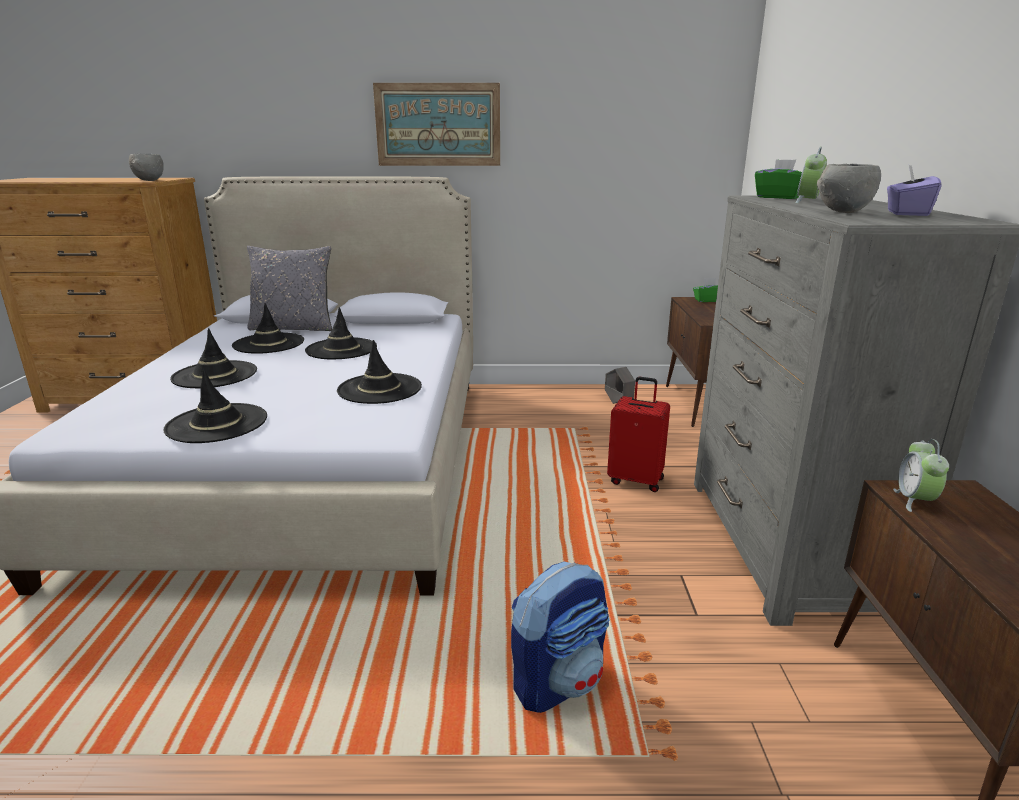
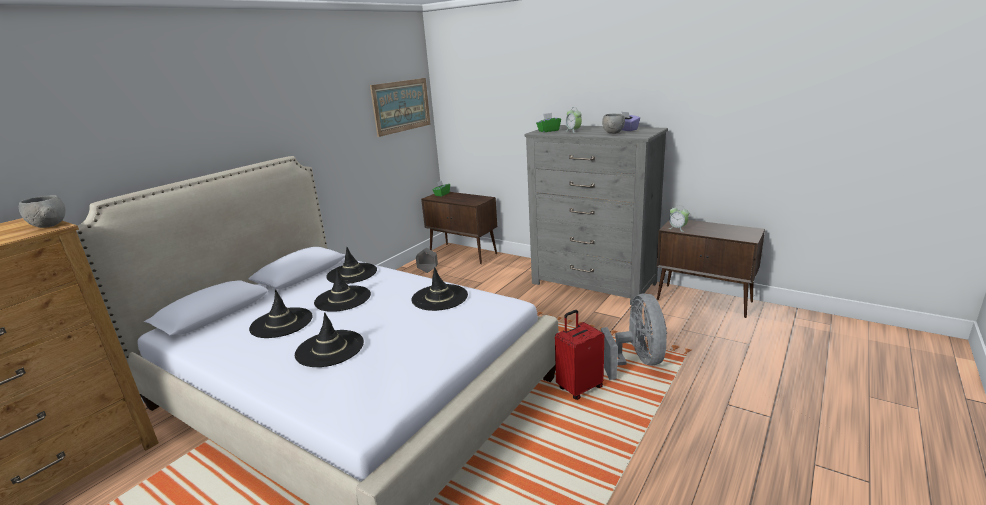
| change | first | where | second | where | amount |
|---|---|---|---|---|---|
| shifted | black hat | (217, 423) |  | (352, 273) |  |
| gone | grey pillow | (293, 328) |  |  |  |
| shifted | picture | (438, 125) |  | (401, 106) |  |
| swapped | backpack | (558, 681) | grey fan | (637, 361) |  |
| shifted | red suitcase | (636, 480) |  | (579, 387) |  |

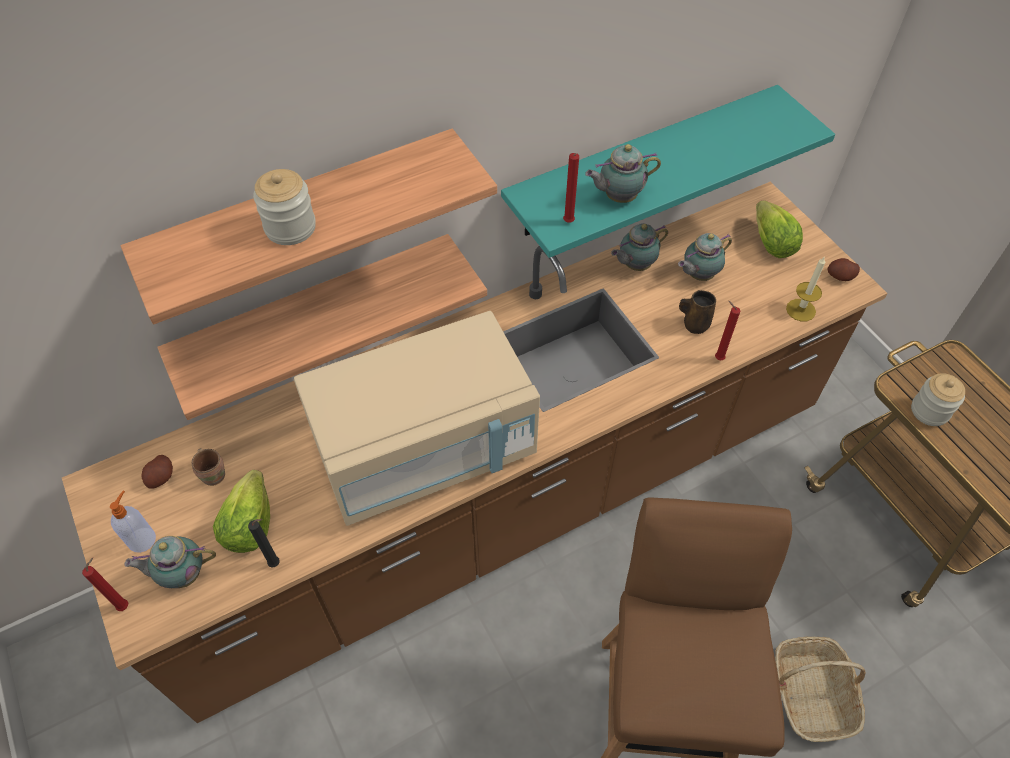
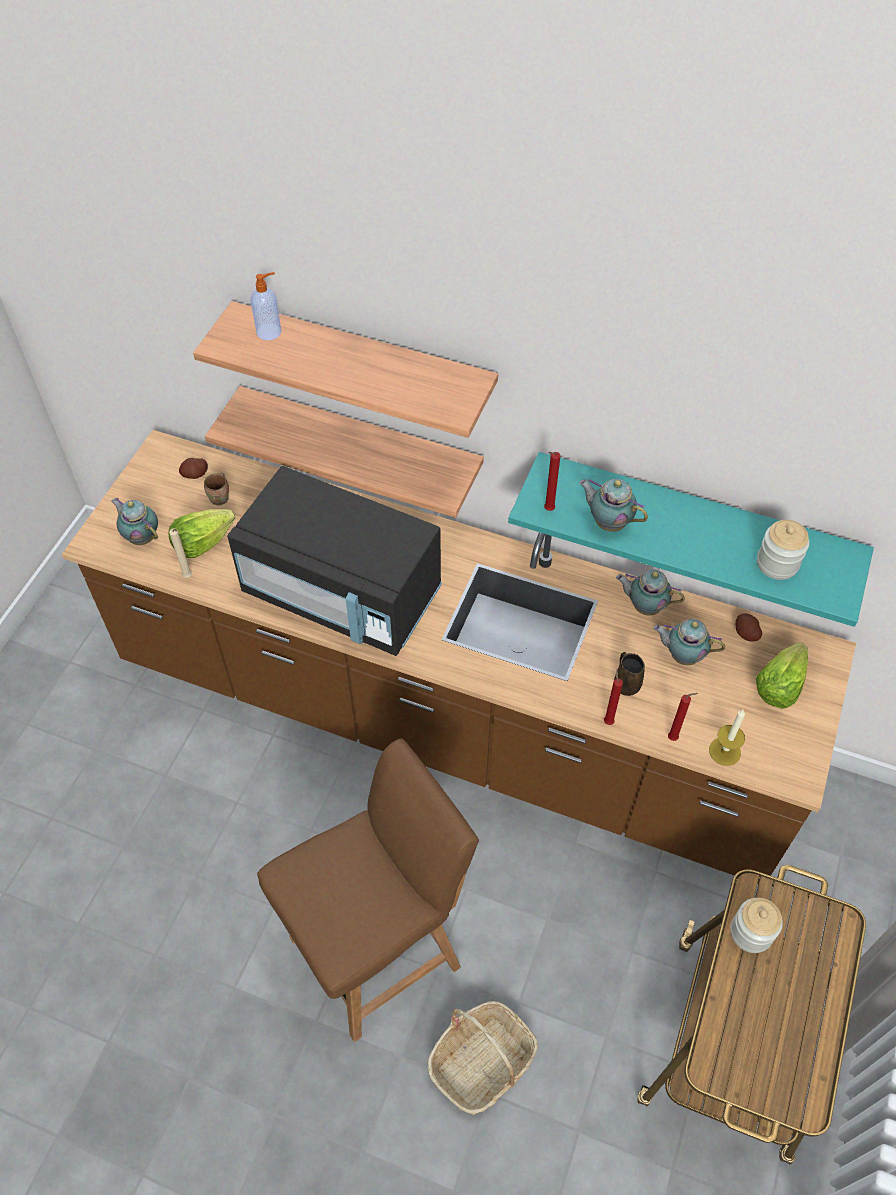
| change | first | where | second | where | amount |
|---|---|---|---|---|---|
| shifted | red candle | (125, 605) |  | (674, 738) |  |
| shifted | soap dispenser | (142, 539) |  | (270, 331) |  |
| repainted | black candle | (276, 563) | beige candle | (188, 577) |  |
| shifted | jar | (290, 227) |  | (777, 563) |  |
| repainted | beige microwave | (426, 450) | black microwave | (343, 594) |  |
| shifted | potato | (840, 276) |  | (746, 633) |  |

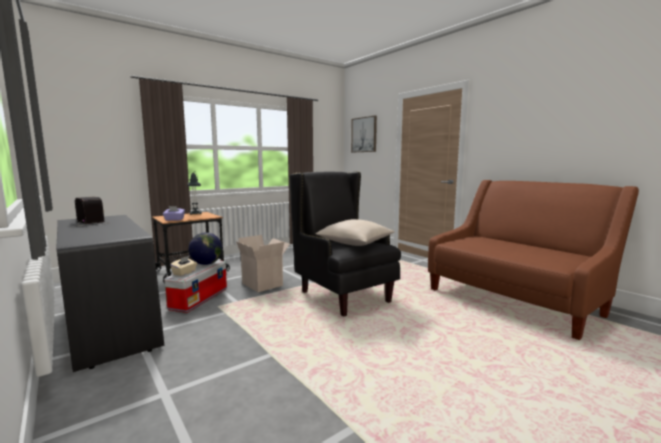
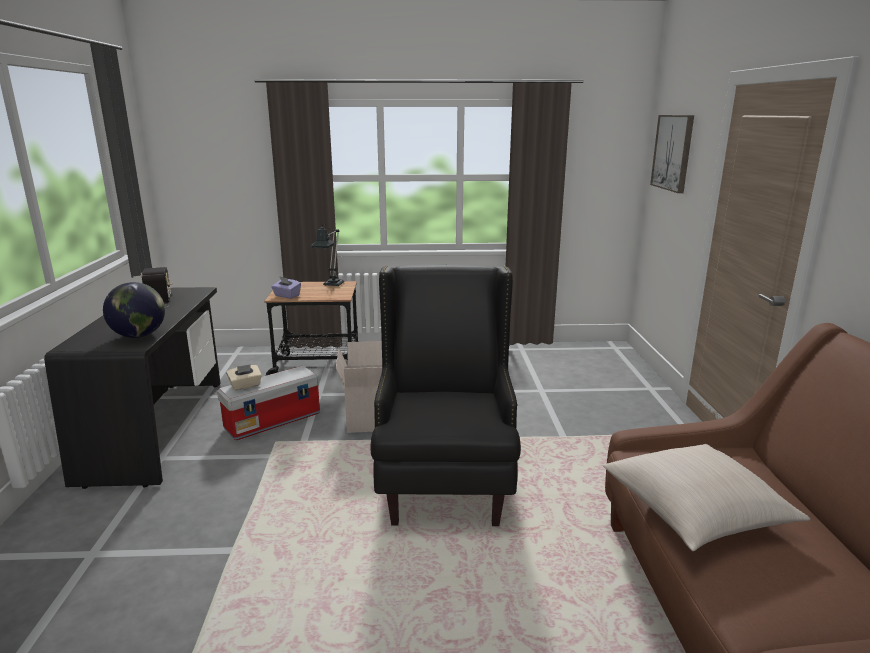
| change | first | where | second | where | amount |
|---|---|---|---|---|---|
| shifted | globe | (206, 264) |  | (139, 336) |  |
| shifted | beige pillow | (355, 243) |  | (695, 512) |  |

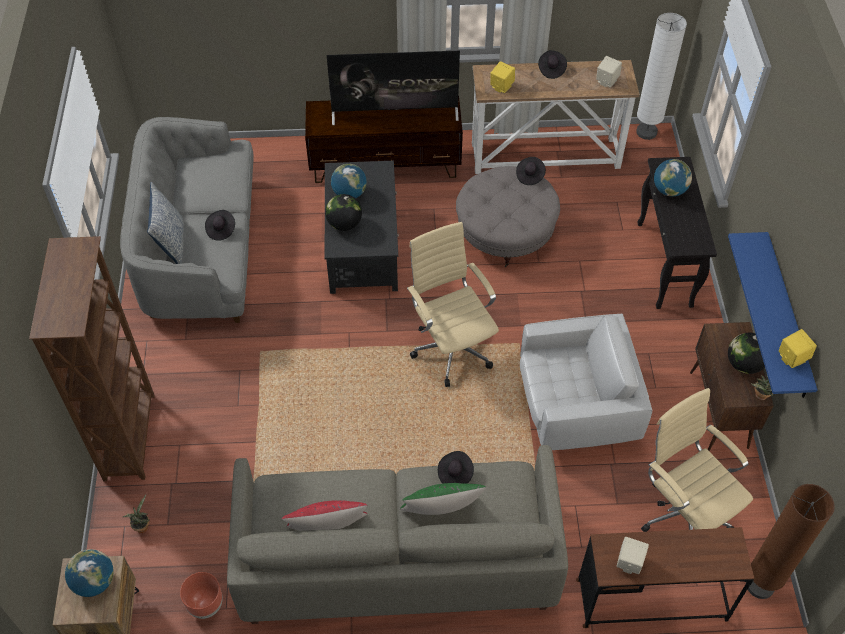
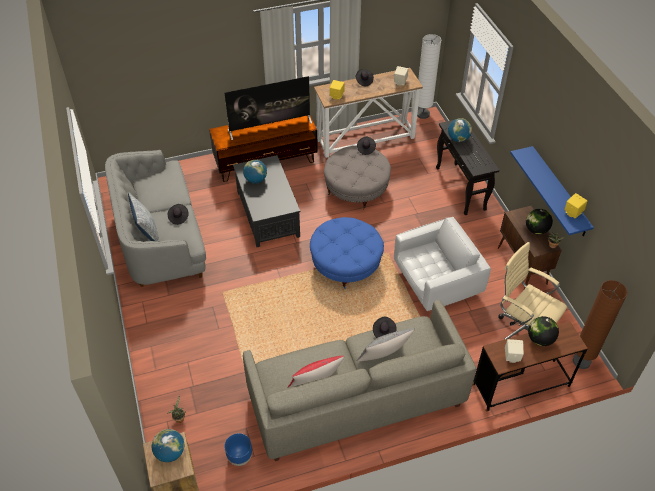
| change | first | where | second | where | amount |
|---|---|---|---|---|---|
| gone | brown bookcase | (130, 436) |  |  |  |
| repainted | brown planter | (205, 605) | blue planter | (240, 457) |  |
| shifted | globe | (344, 224) |  | (540, 339) |  |
| repainted | green pillow | (441, 514) | grey pillow | (383, 358) |  |
| swapped | beige office chair | (451, 348) | blue ottoman | (346, 264) |  |

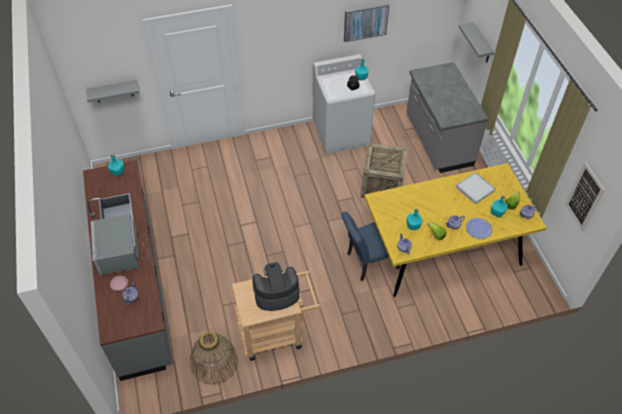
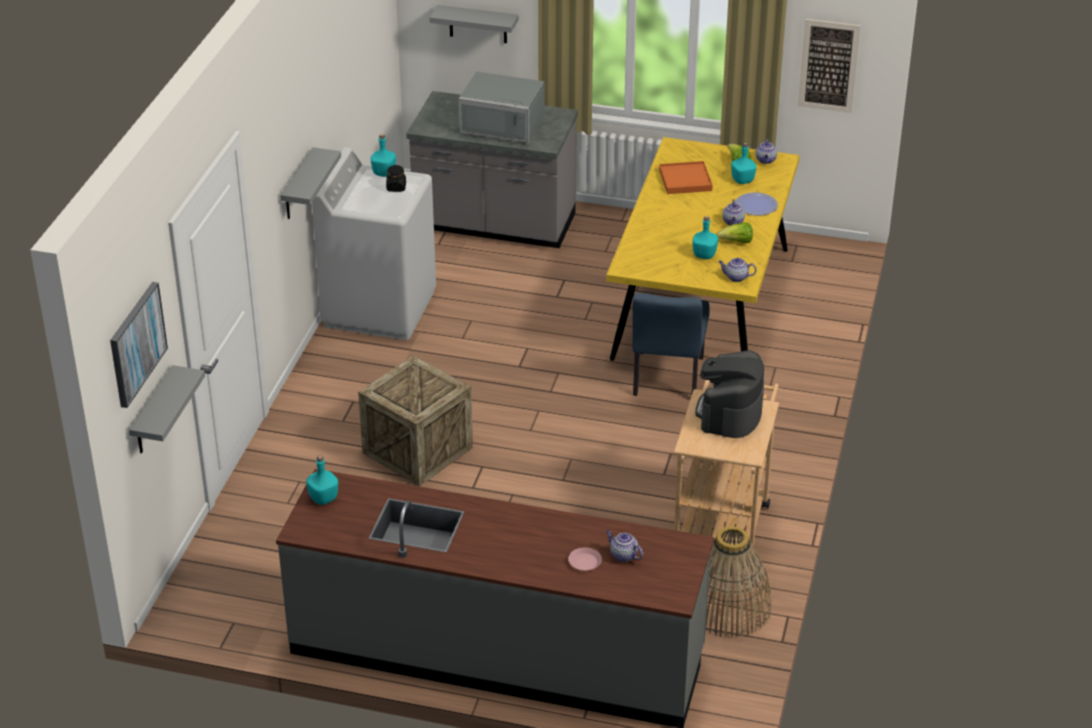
| change | first | where | second | where | amount |
|---|---|---|---|---|---|
| shifted | grey microwave | (122, 252) |  | (504, 123) |  |
| shifted | picture | (365, 22) |  | (136, 343) |  |
| shifted | crate | (382, 185) |  | (417, 450) |  |
| repainted | white tray | (475, 189) | orange tray | (685, 180) |  |
| new |  |  | grey shelf | (297, 186) |  |

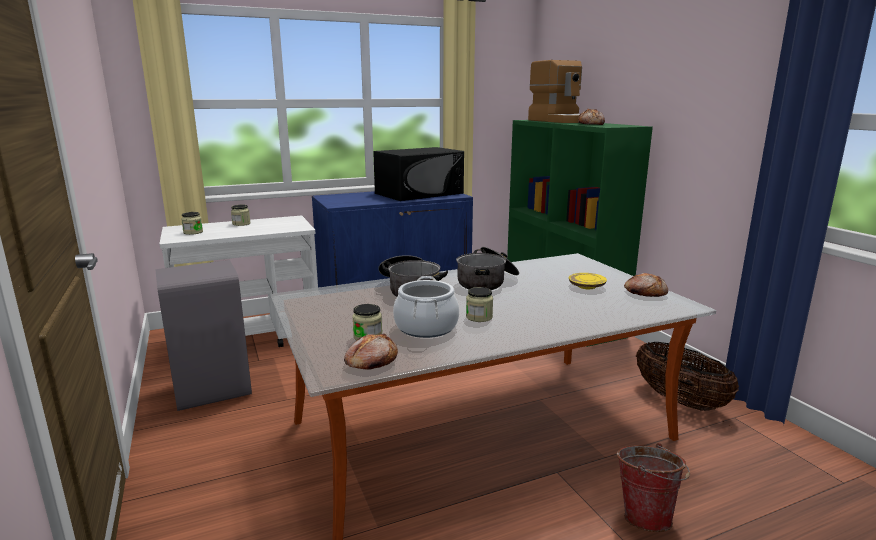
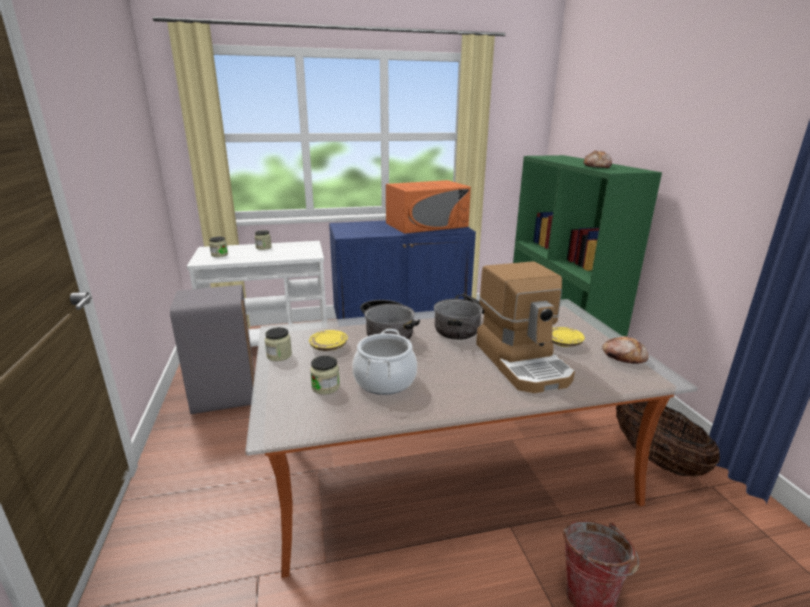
| change | first | where | second | where | amount |
|---|---|---|---|---|---|
| gone | bread | (371, 361) |  |  |  |
| repainted | black microwave | (419, 193) | orange microwave | (427, 225) |  |
| shifted | jar | (479, 317) |  | (279, 355) |  |
| shifted | coffee machine | (561, 121) |  | (523, 362) |  |
| new |  |  | yellow plate | (329, 346) |  |

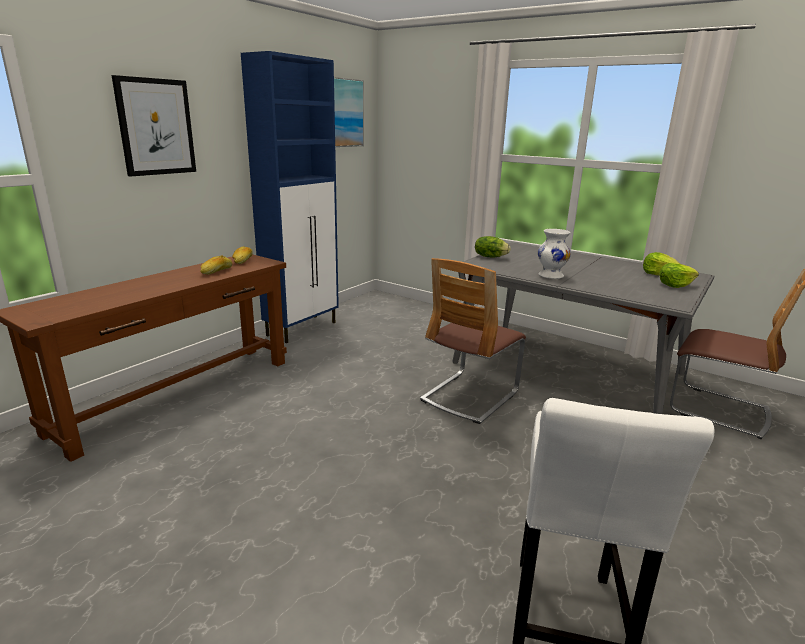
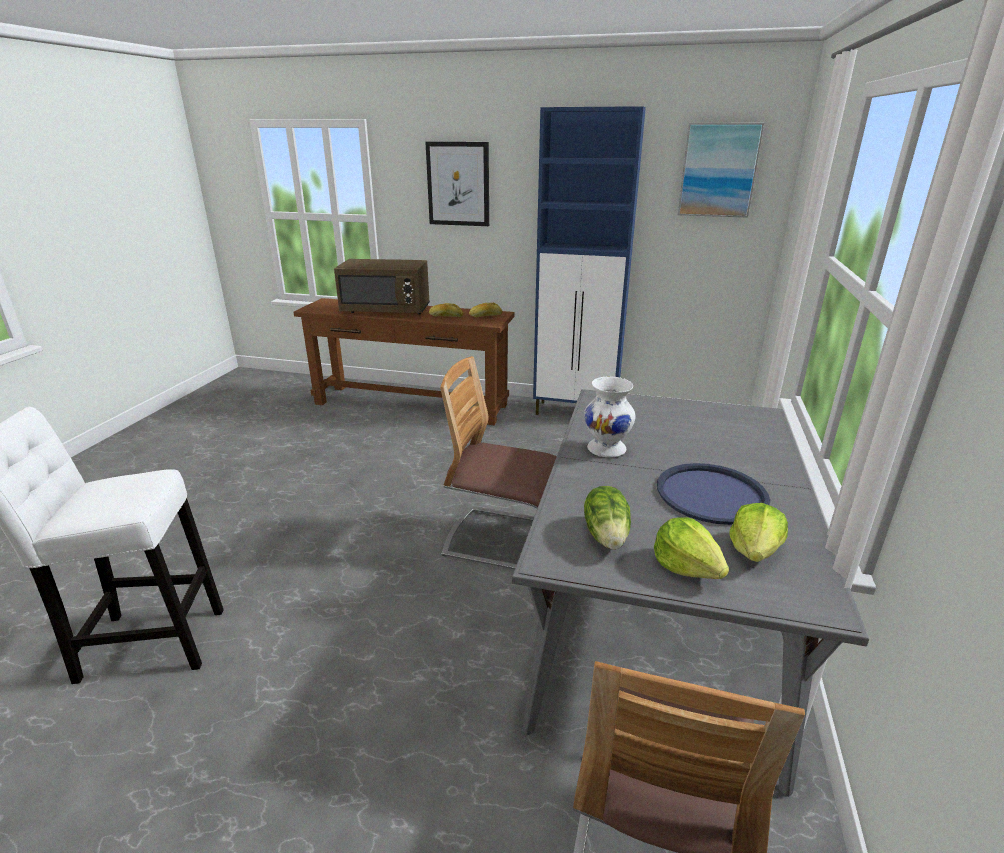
| change | first | where | second | where | amount |
|---|---|---|---|---|---|
| shifted | lettuce | (490, 257) |  | (607, 535) |  |
| new |  |  | brown microwave | (386, 310) |  |
| new |  |  | blue tray | (711, 494) |  |

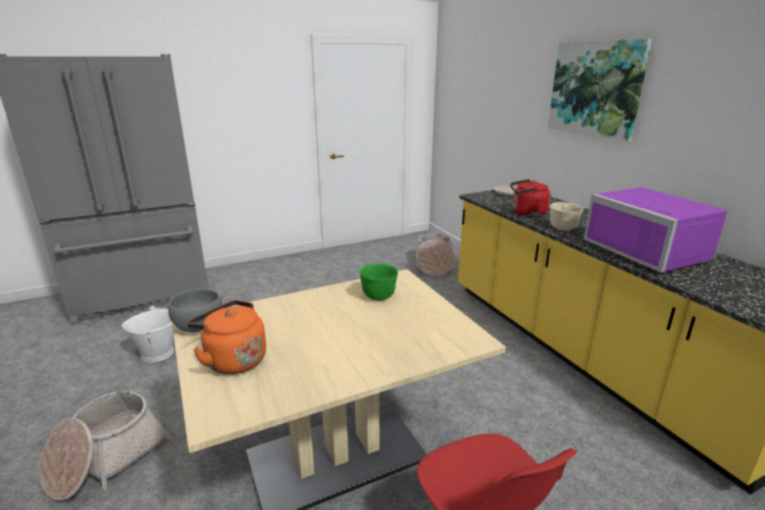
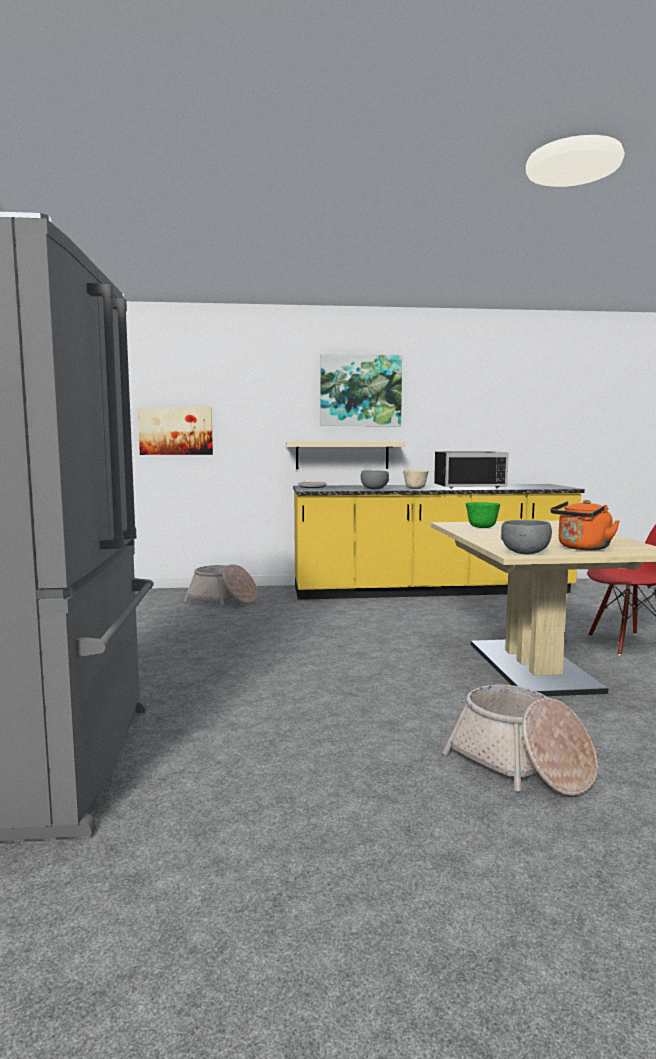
| change | first | where | second | where | amount |
|---|---|---|---|---|---|
| gone | white bucket | (157, 353) |  |  |  |
| swapped | red kettle | (526, 214) | grey bowl | (374, 489) |  |
| repainted | purple microwave | (650, 251) | black microwave | (468, 486) |  |
| new |  |  | picture | (176, 431) |  |
| new |  |  | beige shelf | (342, 455) |  |

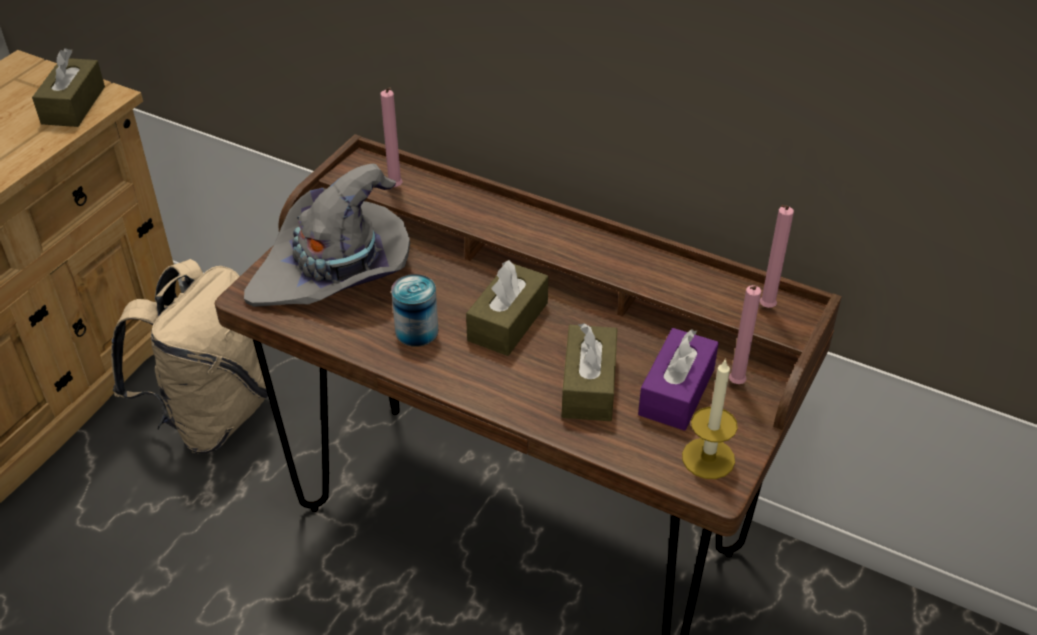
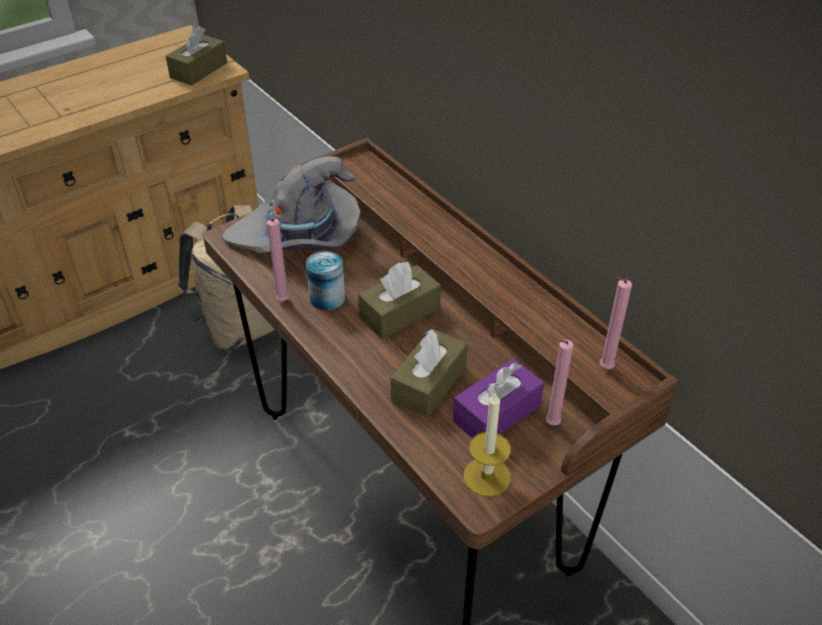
| change | first | where | second | where | amount |
|---|---|---|---|---|---|
| shifted | pink candle | (396, 188) |  | (282, 302) |  |

